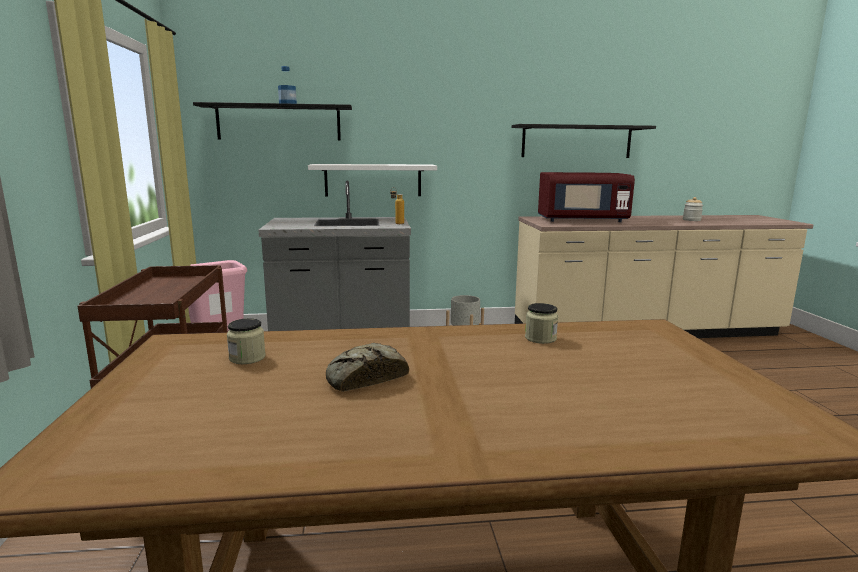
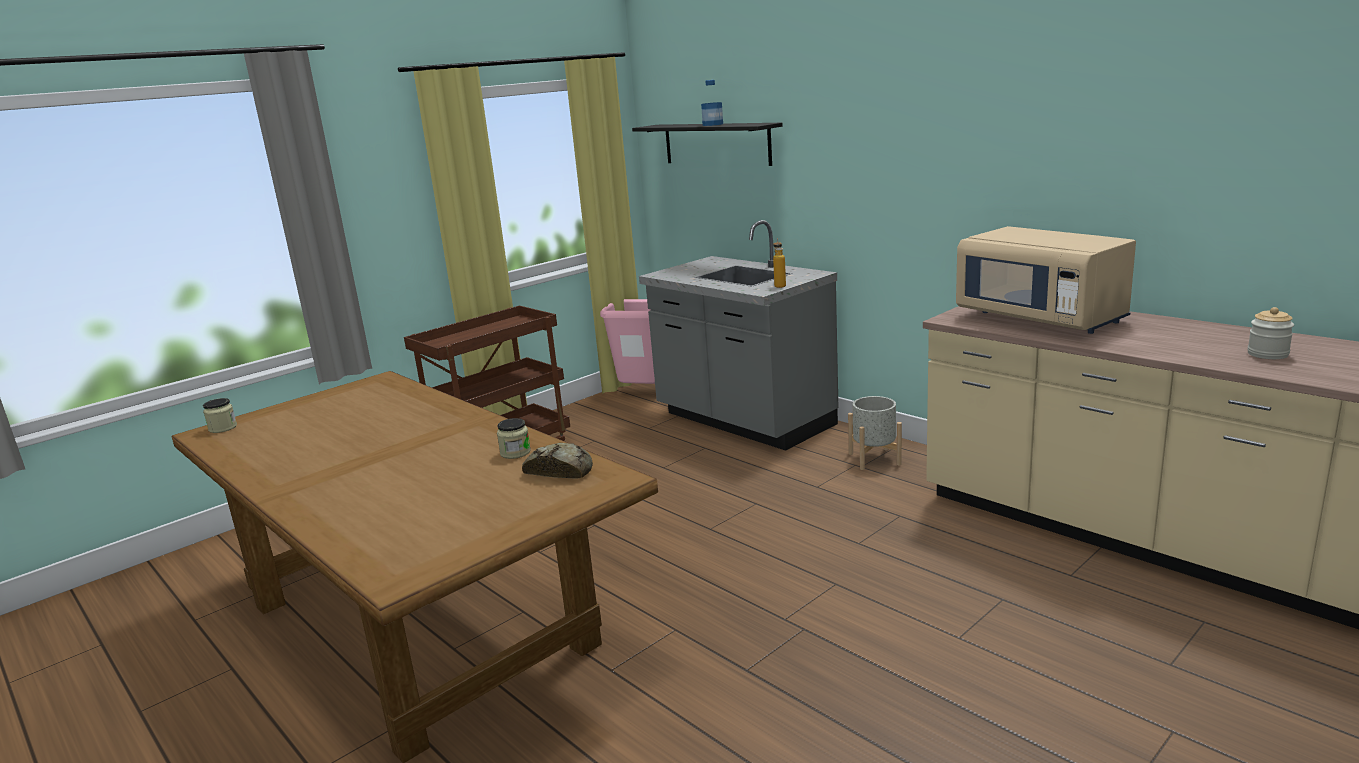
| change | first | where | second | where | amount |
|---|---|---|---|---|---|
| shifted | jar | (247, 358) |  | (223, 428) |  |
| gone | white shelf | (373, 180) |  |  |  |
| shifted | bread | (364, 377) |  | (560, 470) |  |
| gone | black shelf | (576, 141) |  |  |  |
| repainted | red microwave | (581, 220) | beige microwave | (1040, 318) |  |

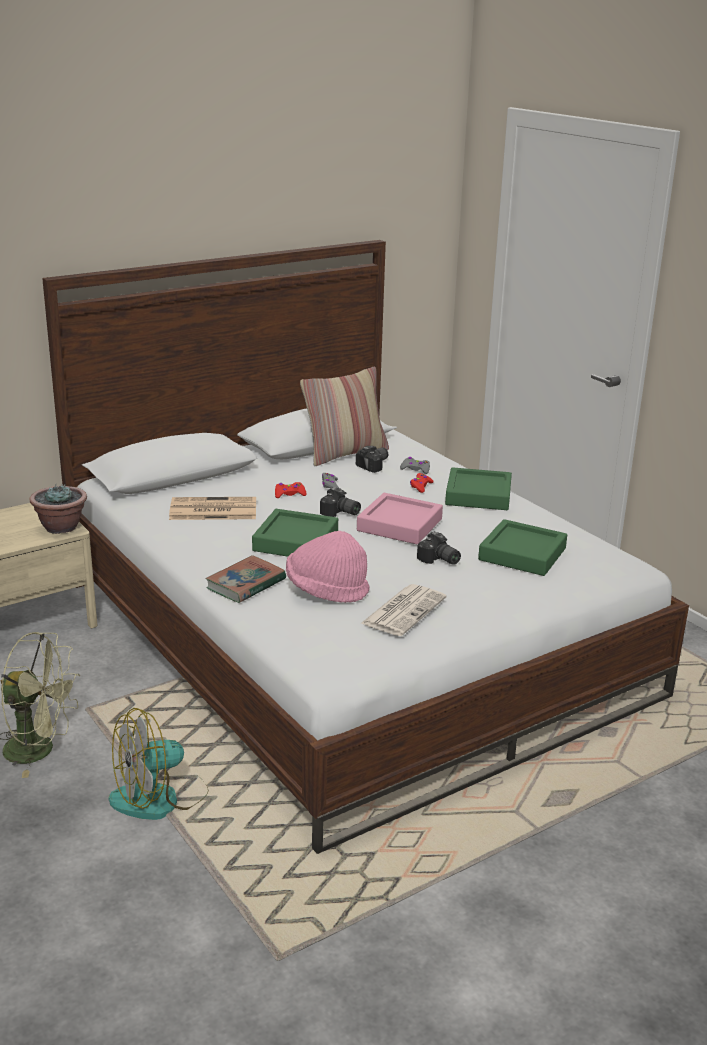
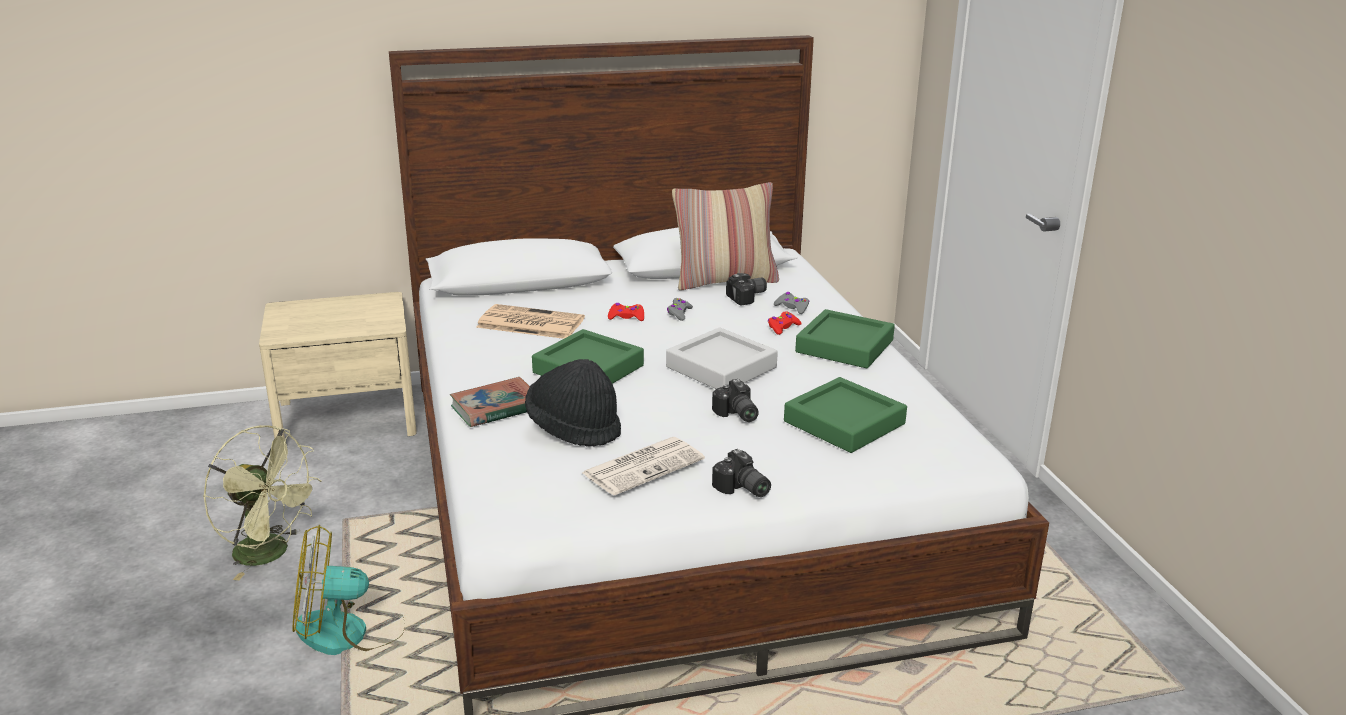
| change | first | where | second | where | amount |
|---|---|---|---|---|---|
| gone | potted plant | (61, 527) |  |  |  |
| repainted | pink hat | (326, 590) | black hat | (574, 428) |  |
| shifted | photo camera | (340, 513) |  | (742, 489) |  |
| repainted | pink tray | (399, 525) | grey tray | (721, 367) |  |

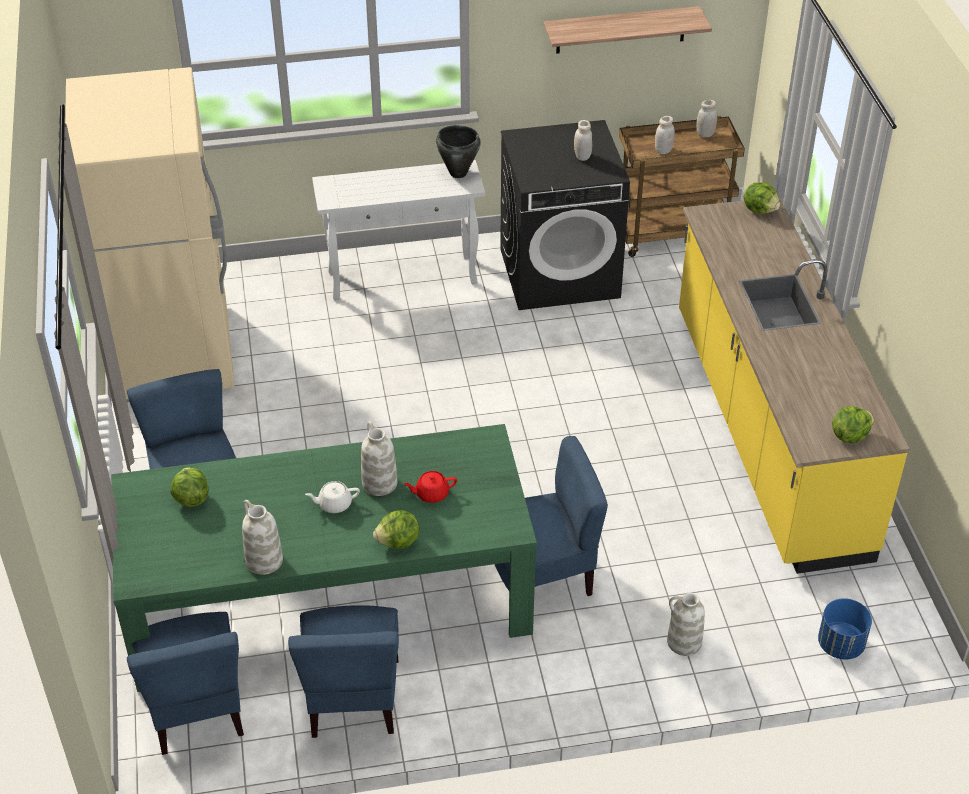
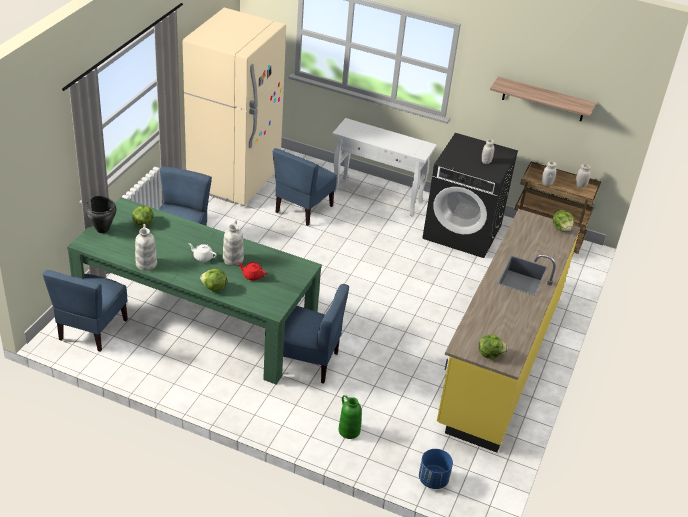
| change | first | where | second | where | amount |
|---|---|---|---|---|---|
| shifted | blue chair | (353, 698) |  | (303, 209) |  |
| shifted | black cooking pot | (458, 173) |  | (102, 229) |  |
| repainted | white vase | (683, 642) | green vase | (348, 430) |  |

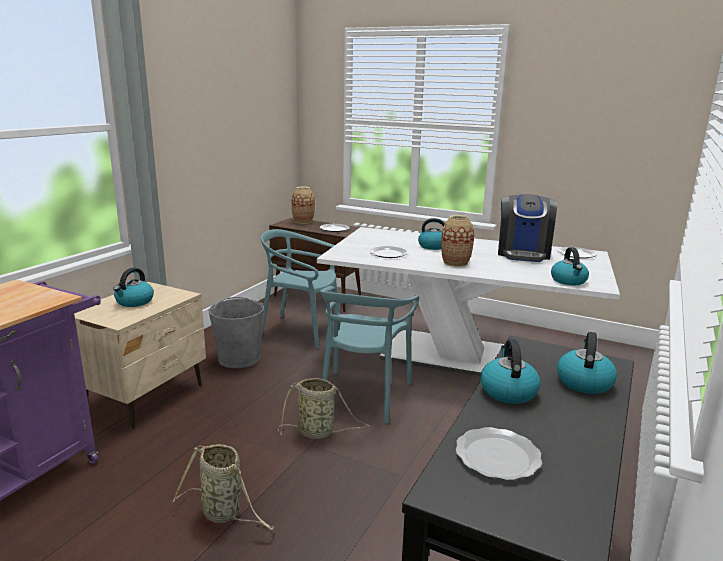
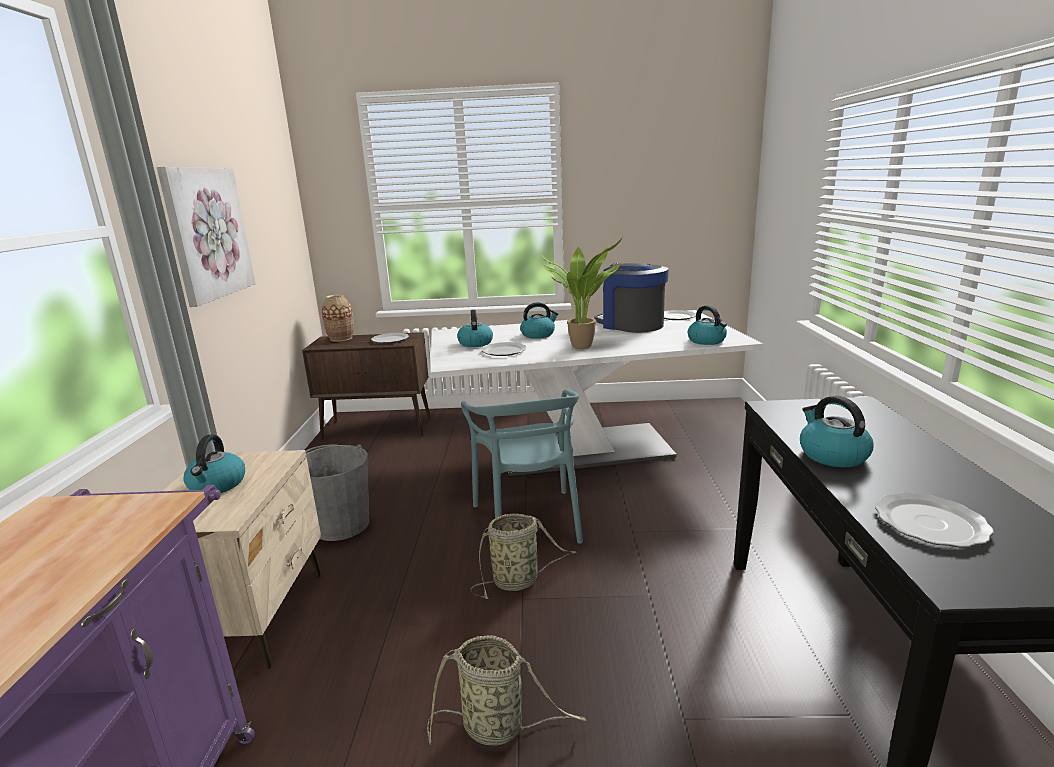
| change | first | where | second | where | amount |
|---|---|---|---|---|---|
| gone | turquoise chair | (301, 330) |  |  |  |
| swapped | vase | (455, 263) | potted plant | (584, 346) |  |
| rotated | coffee machine | (523, 253) |  | (631, 325) | 150 degrees clockwise |
| shifted | kettle | (584, 382) |  | (475, 343) |  |
| new |  |  | picture | (207, 233) |  |

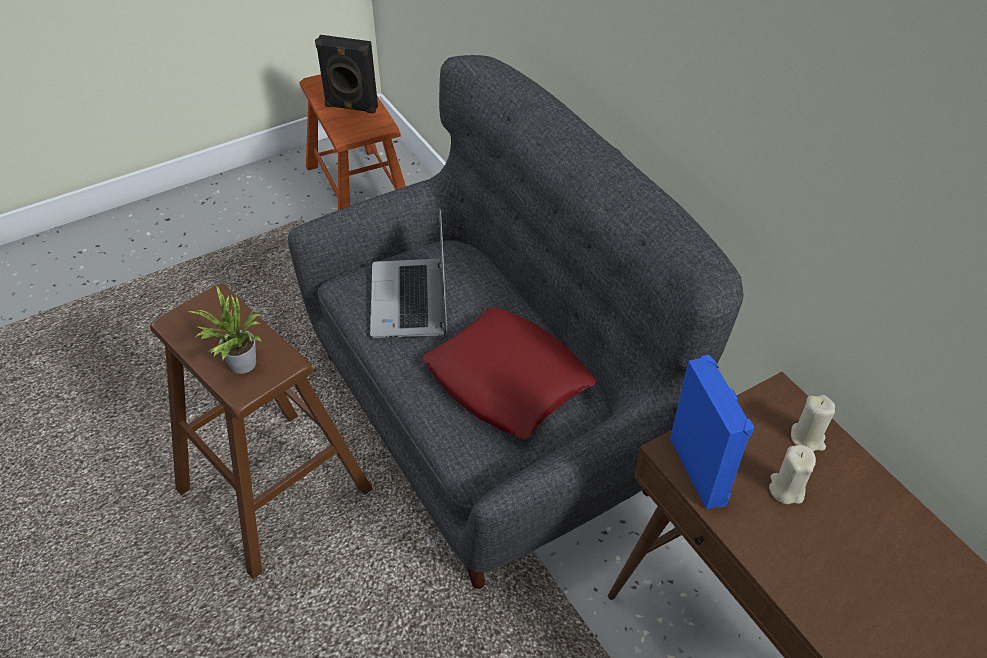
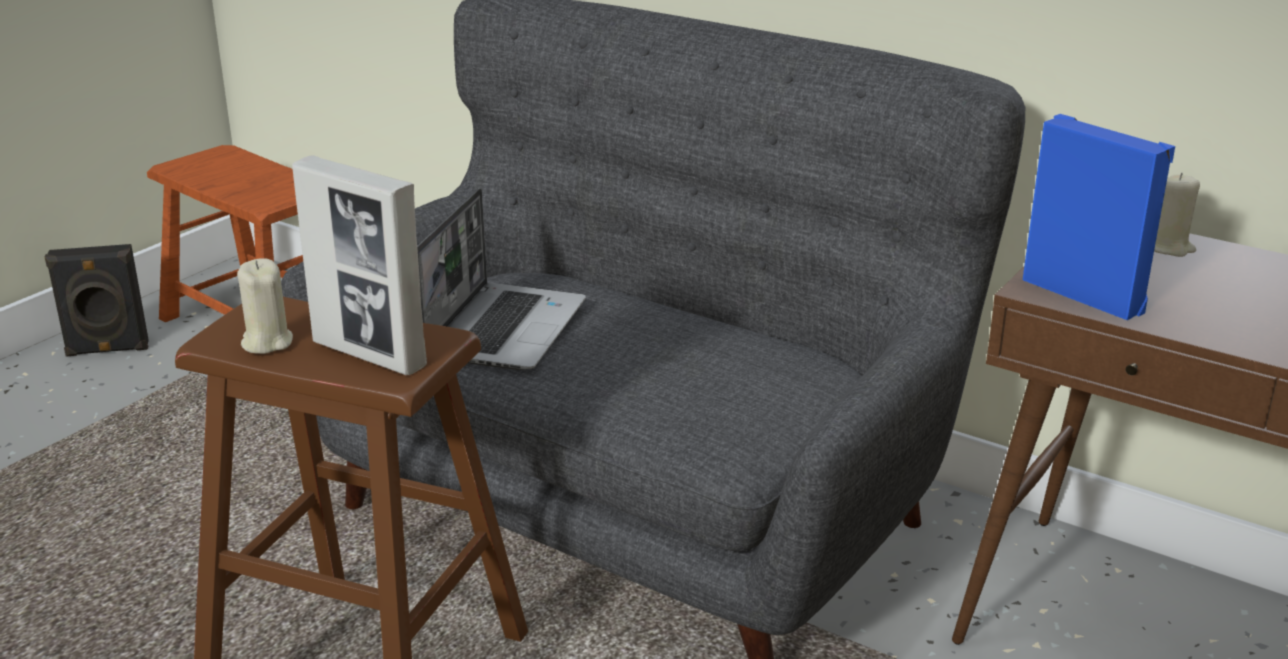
| change | first | where | second | where | amount |
|---|---|---|---|---|---|
| swapped | potted plant | (239, 365) | picture frame | (369, 354) |  |
| shifted | black speaker | (351, 107) |  | (107, 350) |  |
| rotated | laptop | (411, 301) |  | (505, 328) | 135 degrees counterclockwise |
| gone | red pillow | (508, 380) |  |  |  |
| shifted | beige candle | (786, 489) |  | (267, 342) |  |

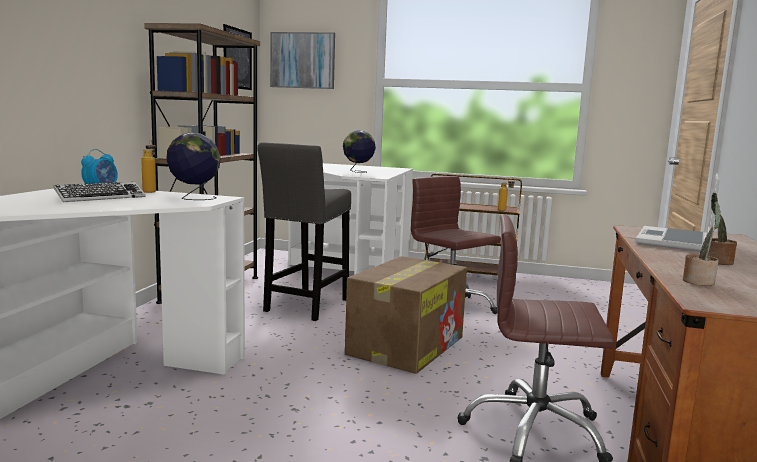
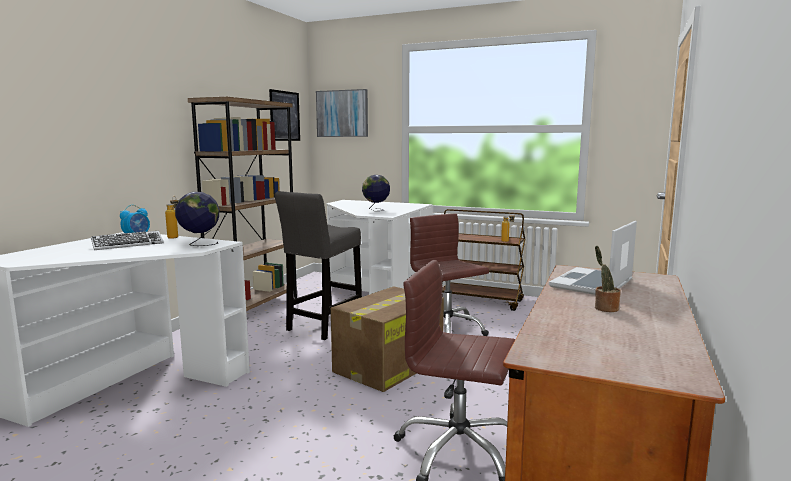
| change | first | where | second | where | amount |
|---|---|---|---|---|---|
| gone | potted plant | (699, 281) |  |  |  |

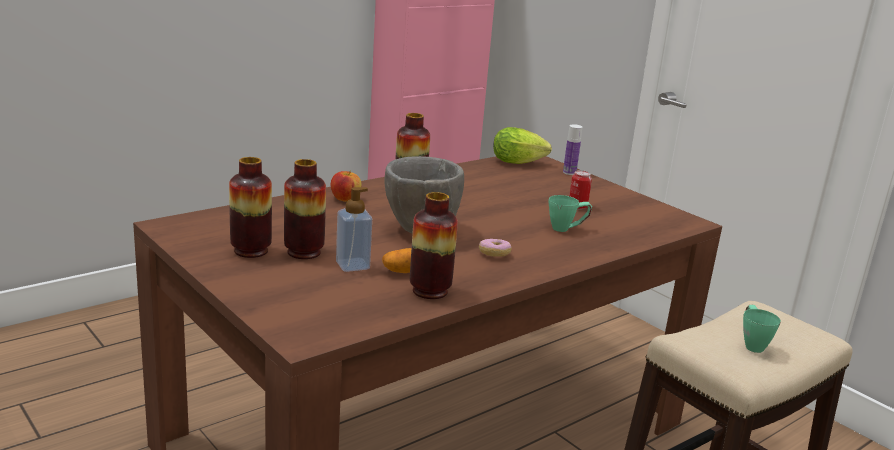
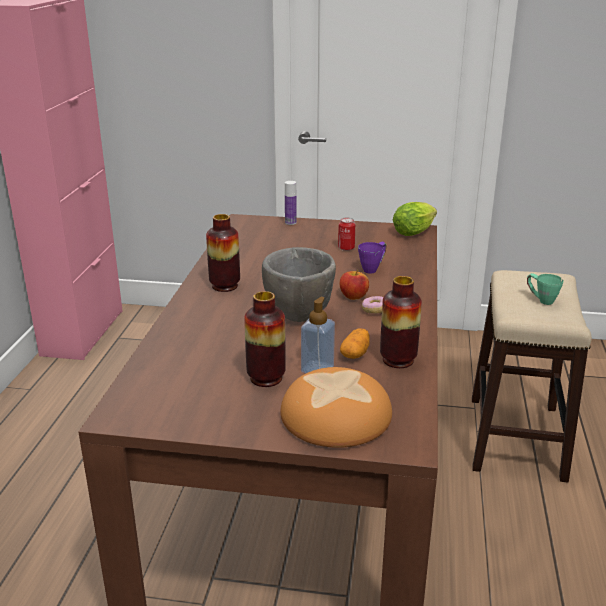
| change | first | where | second | where | amount |
|---|---|---|---|---|---|
| gone | vase | (251, 251) |  |  |  |
| shifted | apple | (345, 199) |  | (353, 297) |  |
| shifted | lettuce | (520, 163) |  | (415, 232) |  |
| repainted | green mug | (567, 229) | purple mug | (373, 268) |  |
| new |  |  | bread | (337, 415) |  |

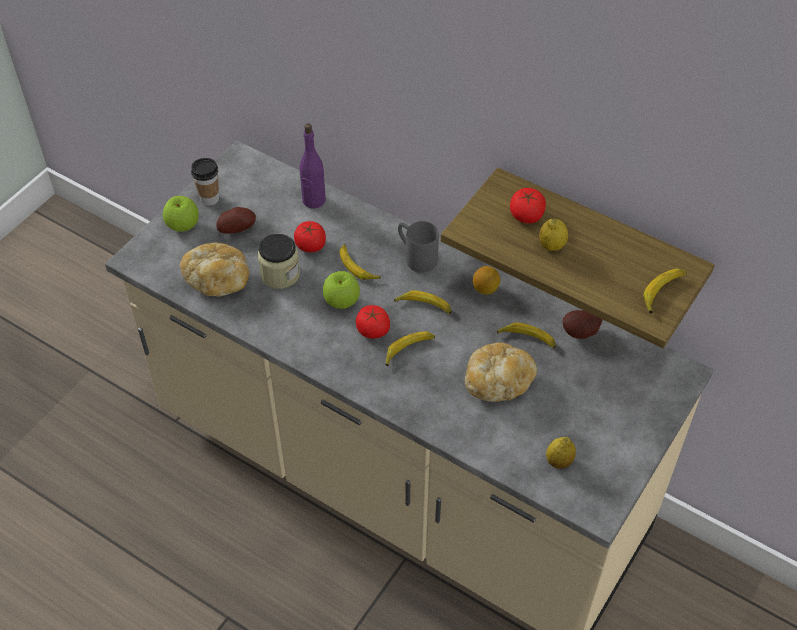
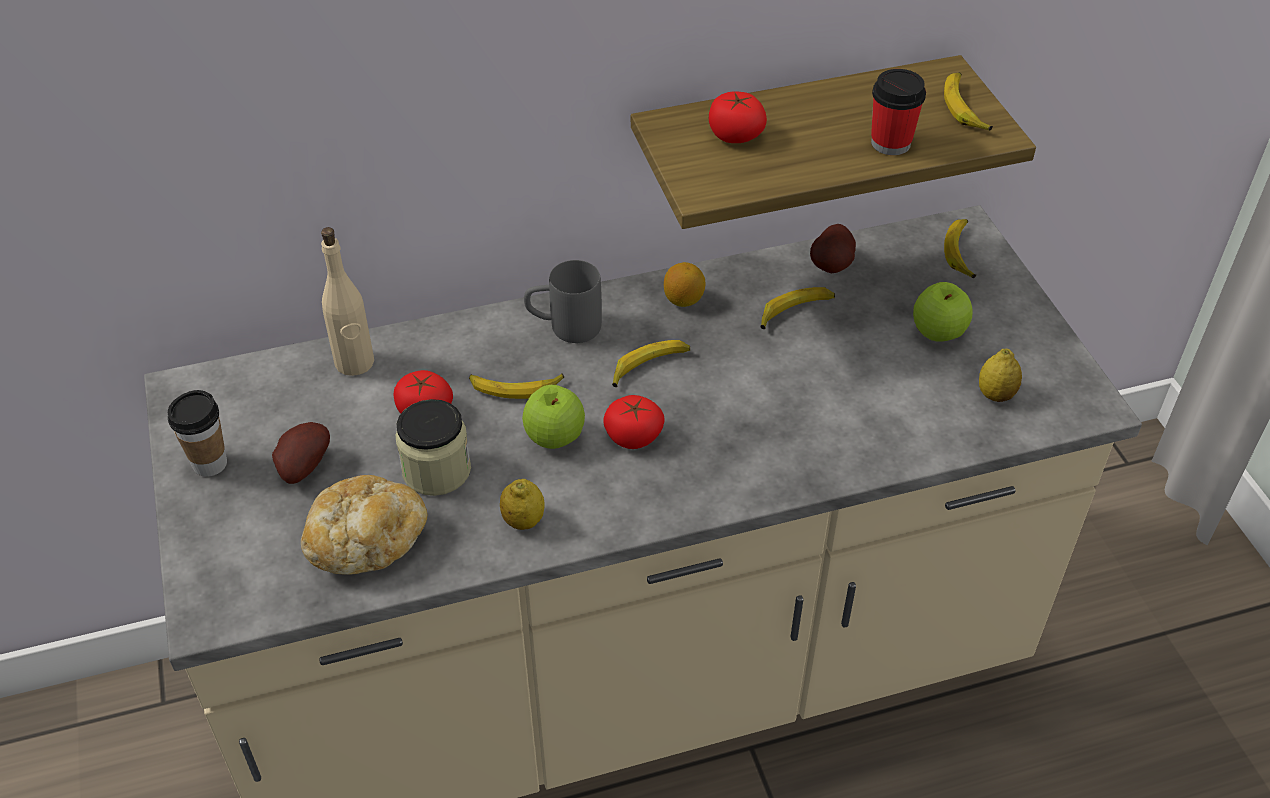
| change | first | where | second | where | amount |
|---|---|---|---|---|---|
| shifted | apple | (183, 226) |  | (938, 333) |  |
| repainted | purple bottle | (313, 200) | beige bottle | (354, 362) |  |
| shifted | banana | (408, 350) |  | (961, 253) |  |
| gone | bread | (498, 382) |  |  |  |
| shifted | lemon | (551, 246) |  | (523, 521) |  |
| new |  |  | cup | (890, 143) |  |

